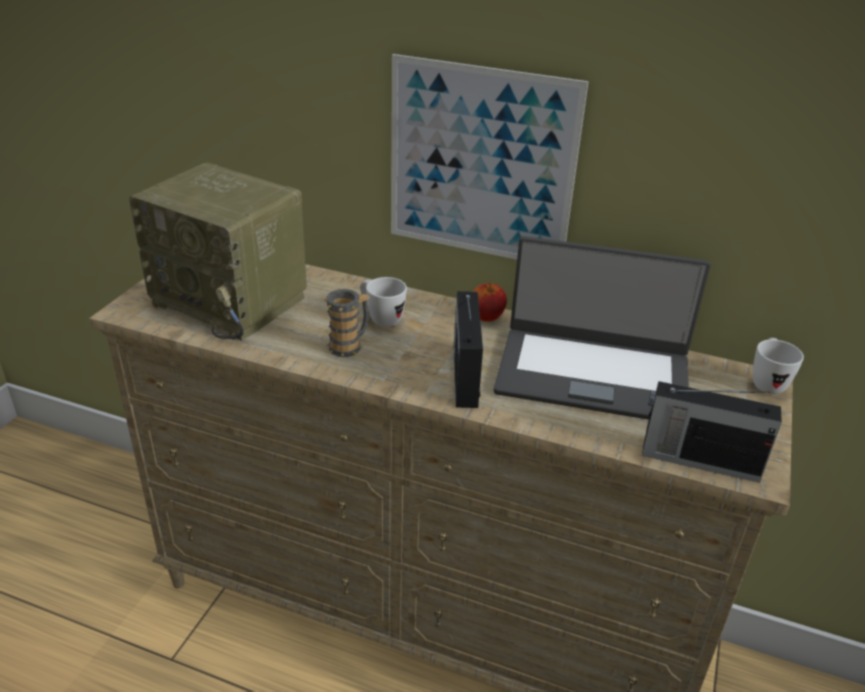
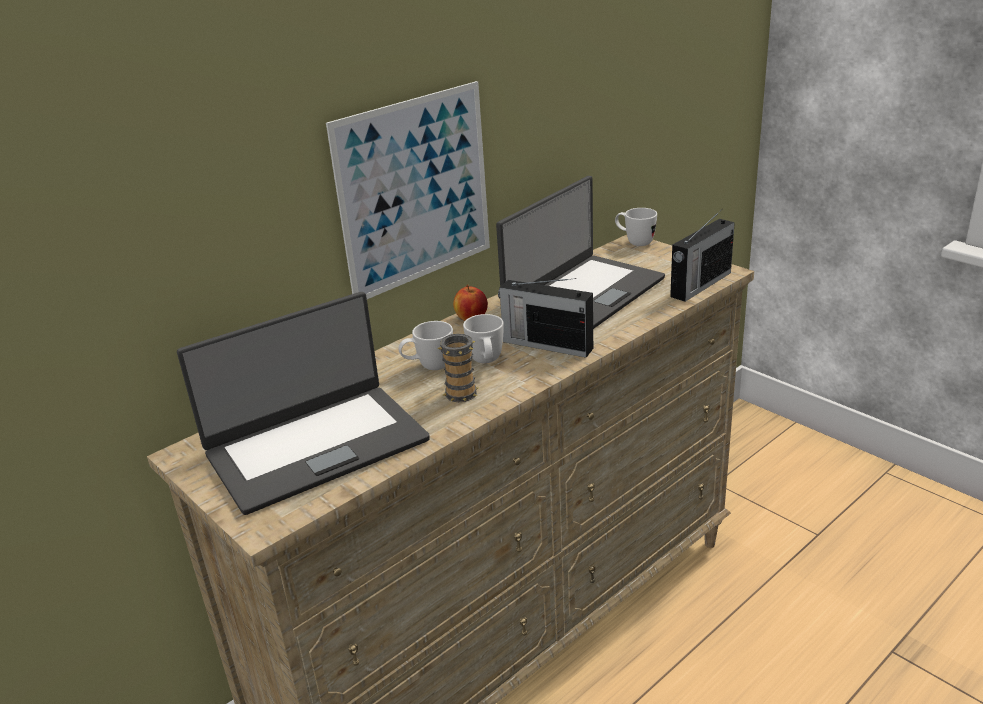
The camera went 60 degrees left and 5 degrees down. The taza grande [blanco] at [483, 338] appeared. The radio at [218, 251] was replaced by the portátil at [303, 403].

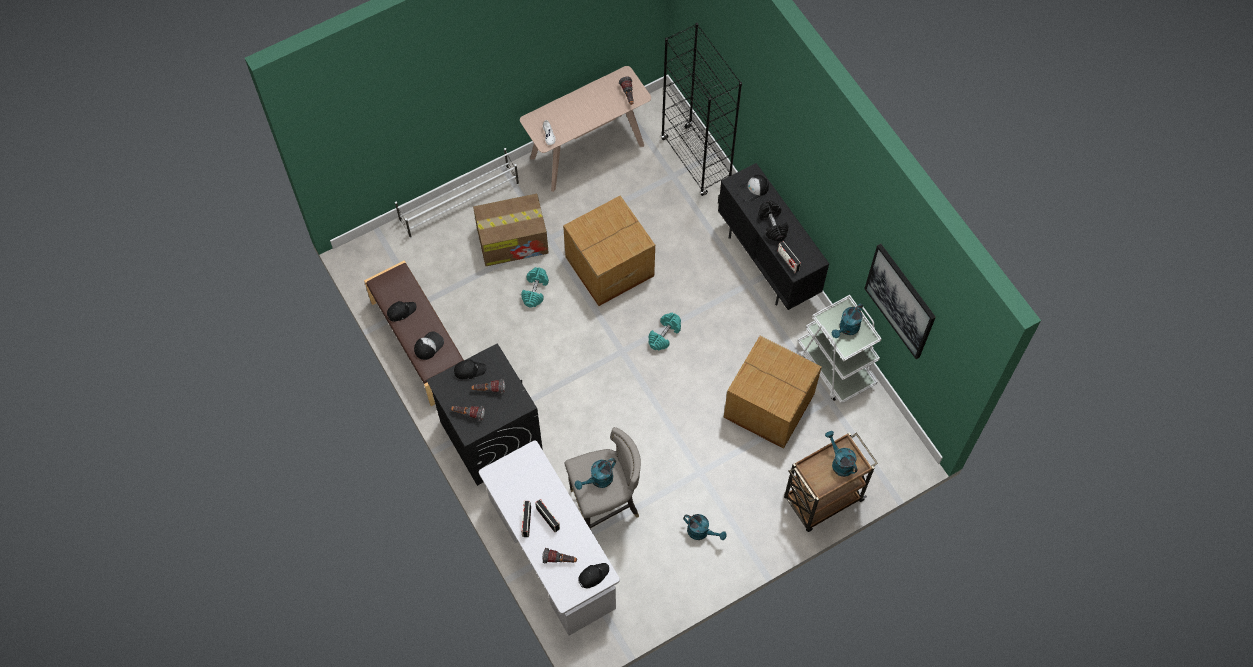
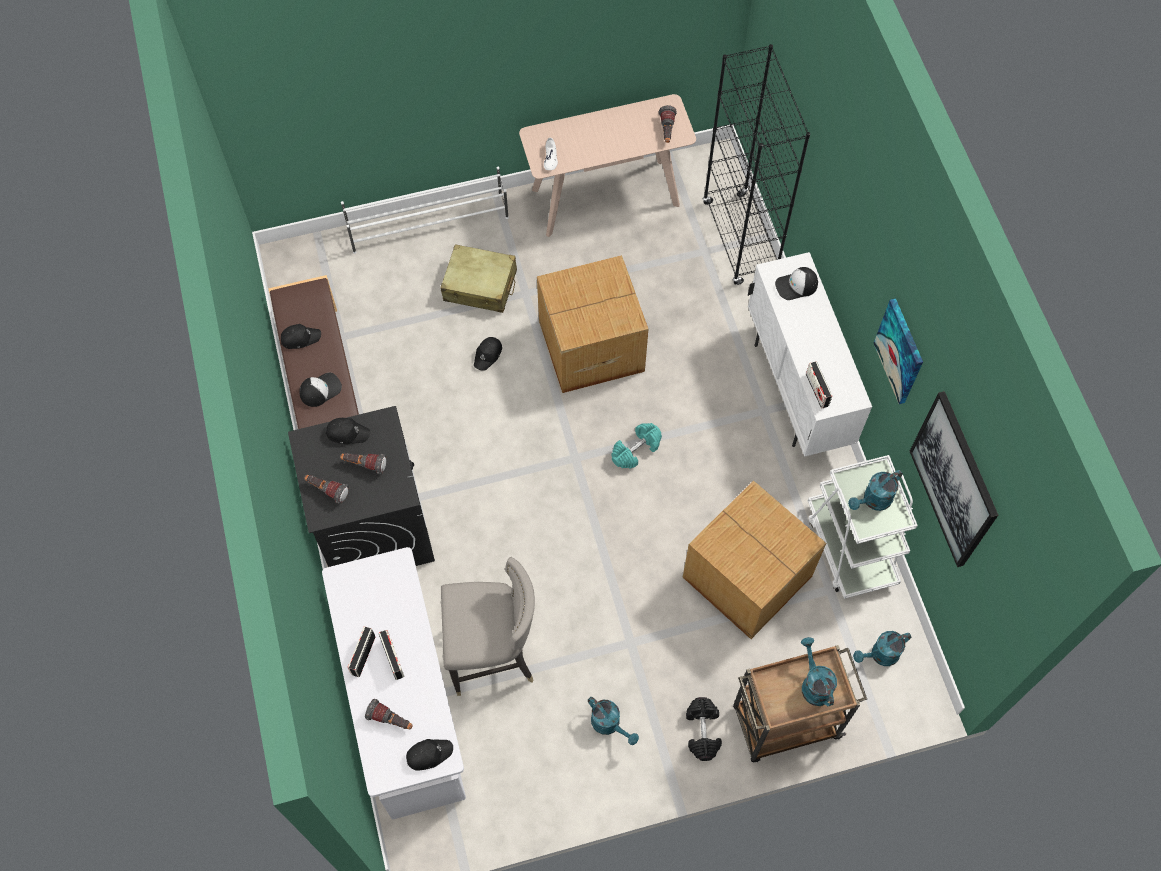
The camera went 15 degrees right and 0 degrees up. The cuadro at [898, 351] appeared. The regadera [turquesa] moved from [595, 474] to [882, 648]. The mancuerna [negro] moved from [773, 221] to [704, 729]. The caja de cartón at [511, 230] was replaced by the maleta [beis] at [478, 278]. The mancuerna [turquesa] at [535, 287] was replaced by the gorra [negro] at [488, 354]. The armario [negro] at [773, 236] became the armario [blanco] at [810, 354].

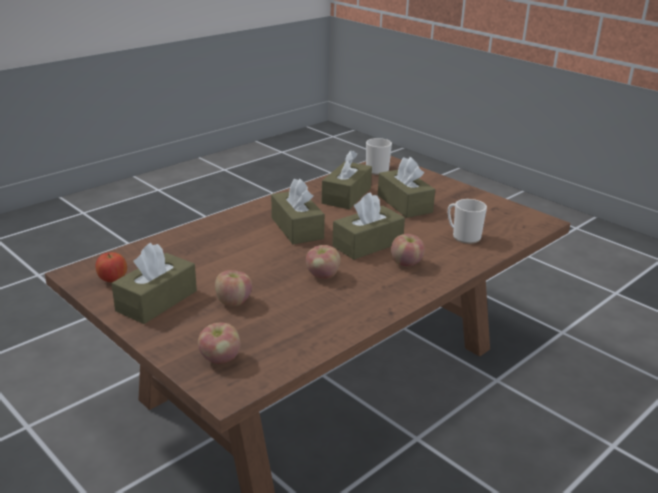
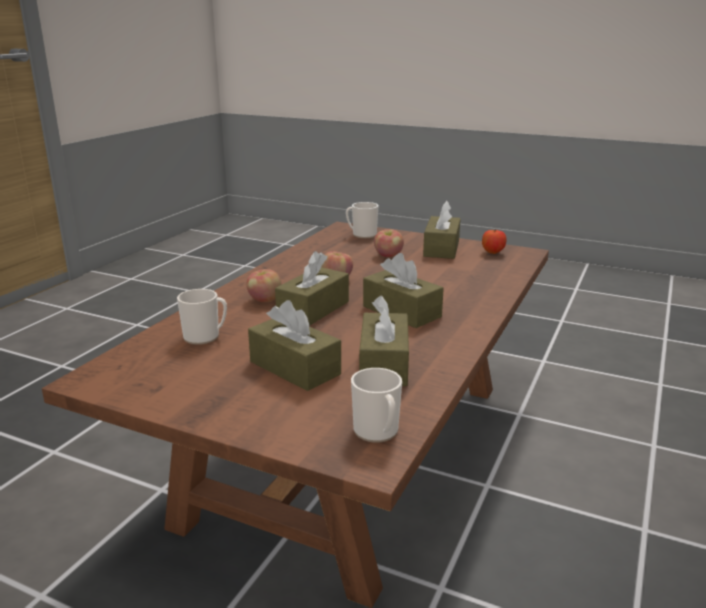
The camera went 160 degrees right and 5 degrees down. The manzana at [219, 343] was replaced by the taza grande at [362, 220].

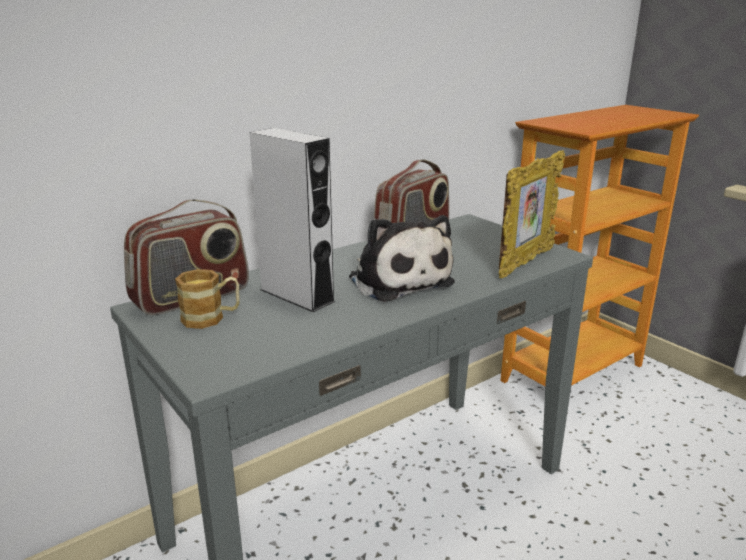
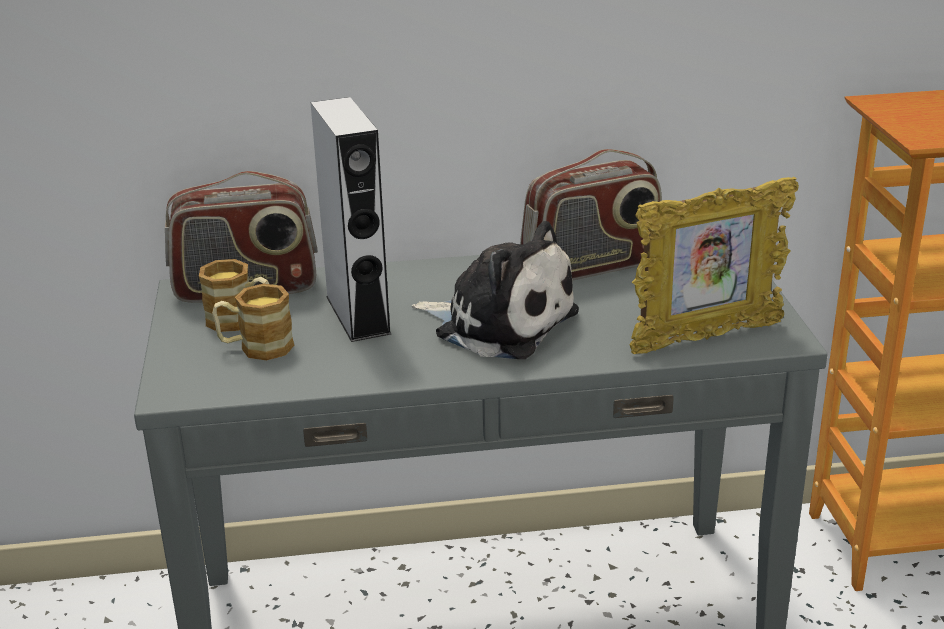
The camera went 30 degrees right and 5 degrees up. The taza grande at [253, 321] appeared. The peluche at [402, 258] turned 60 degrees counterclockwise.

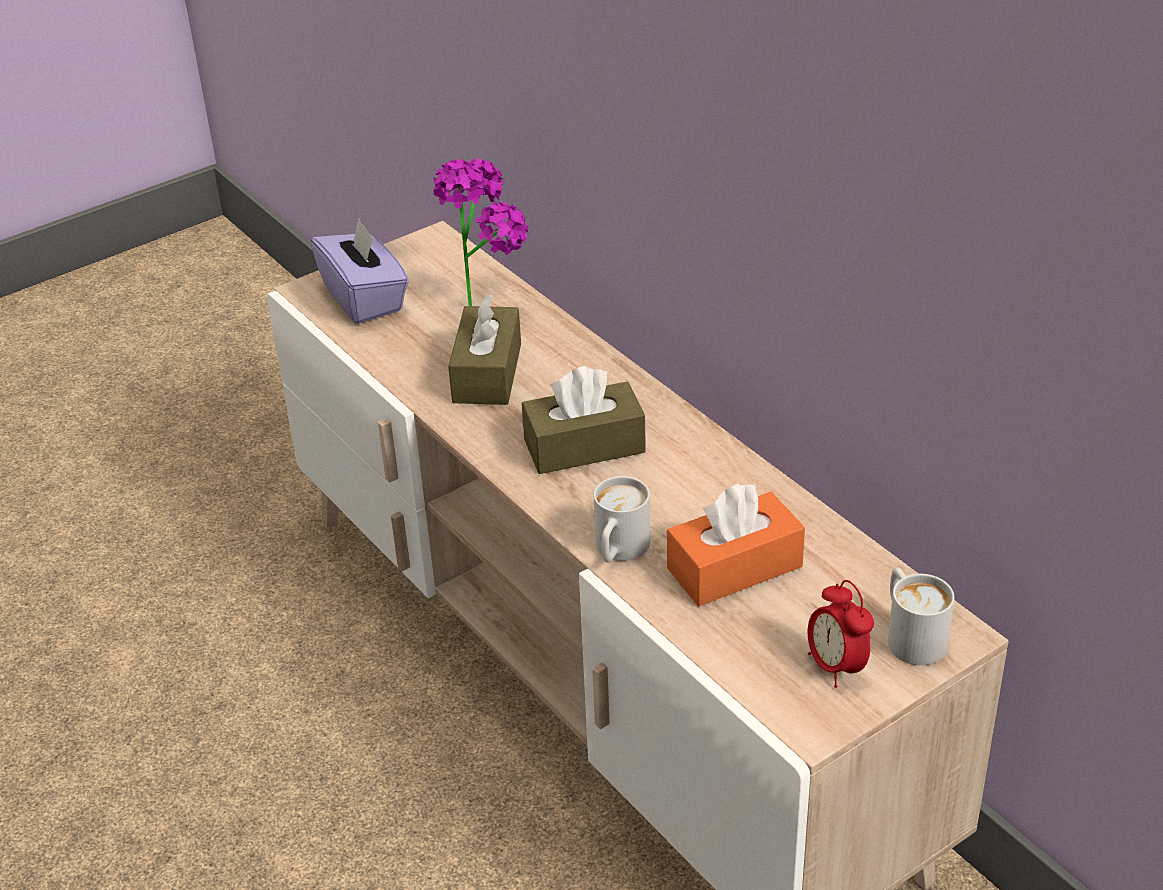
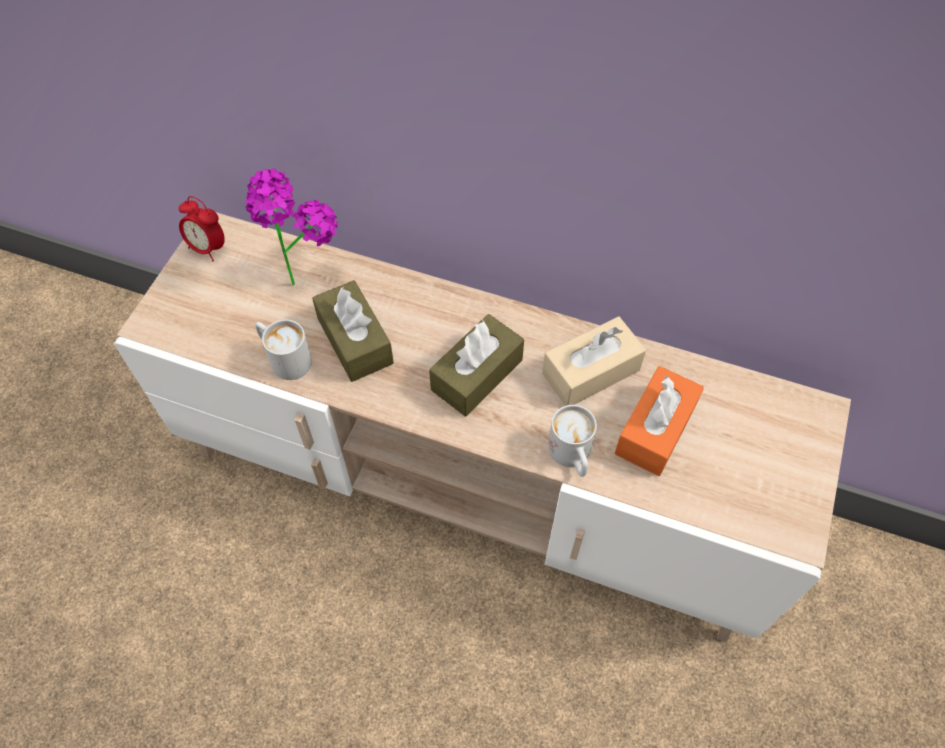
The camera went 35 degrees left and 20 degrees up. The caja de pañuelos [morado] at [360, 271] disappeared. The caja de pañuelos [beis] at [594, 361] appeared. The despertador moved from [841, 634] to [202, 228]. The taza grande [blanco] moved from [921, 616] to [283, 350].

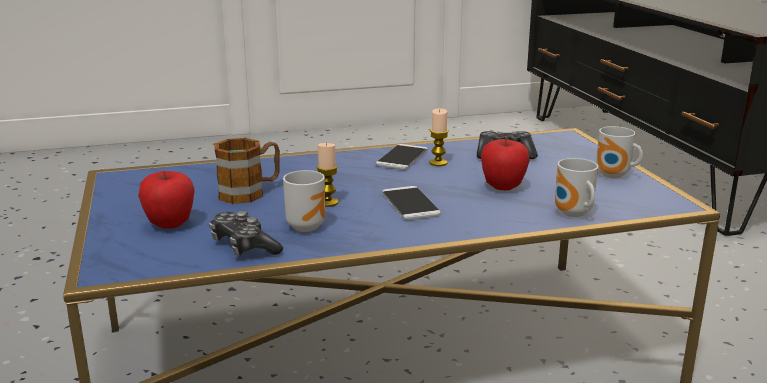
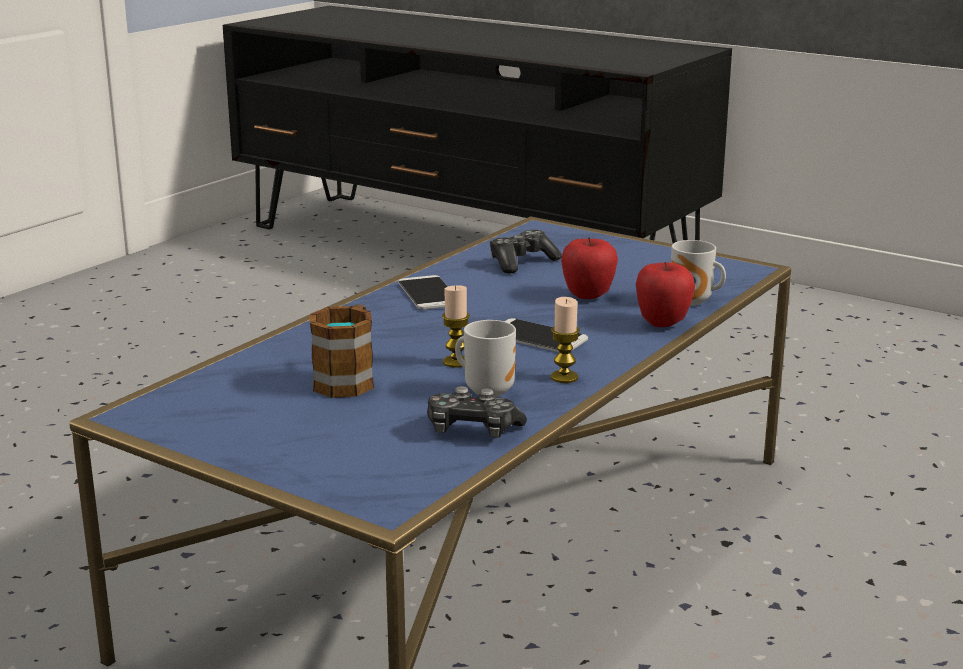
The camera went 40 degrees left and 0 degrees up. The taza grande at [619, 152] disappeared. The manzana moved from [166, 200] to [665, 294]. The vela moved from [439, 137] to [565, 340].

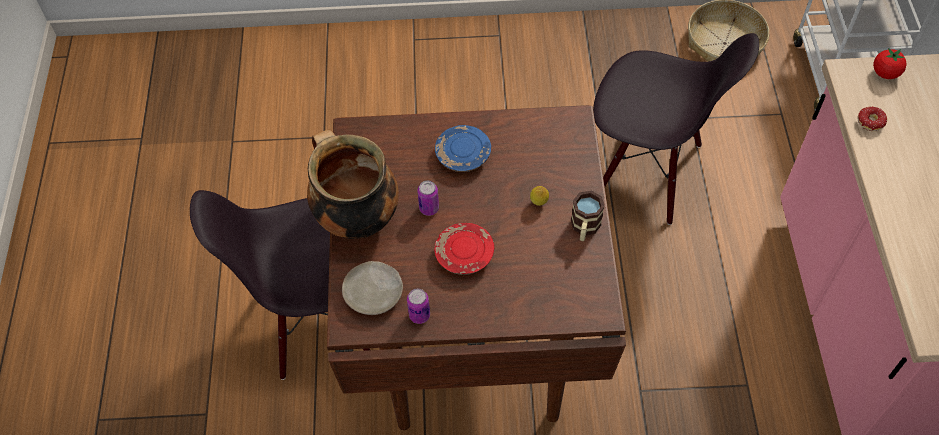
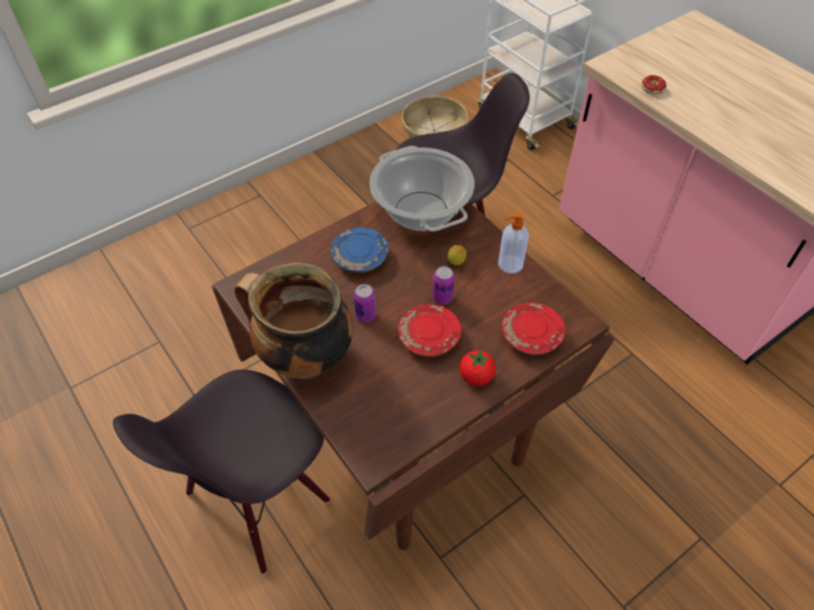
The camera went 35 degrees left and 5 degrees down. The plato [beis] at [372, 288] disappeared. The olla at [422, 189] appeared. The plato [rojo] at [533, 328] appeared. The lata moved from [418, 306] to [444, 285]. The tomate moved from [889, 63] to [477, 367]. The taza grande at [588, 216] was replaced by the dispensador de jabón at [513, 243].

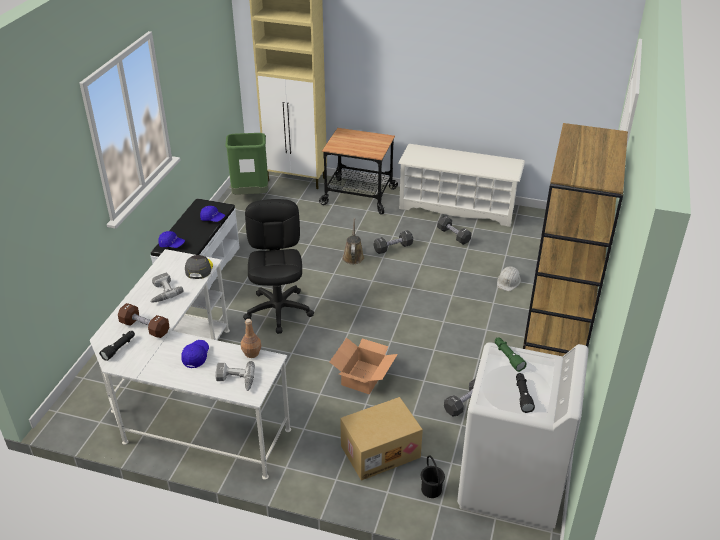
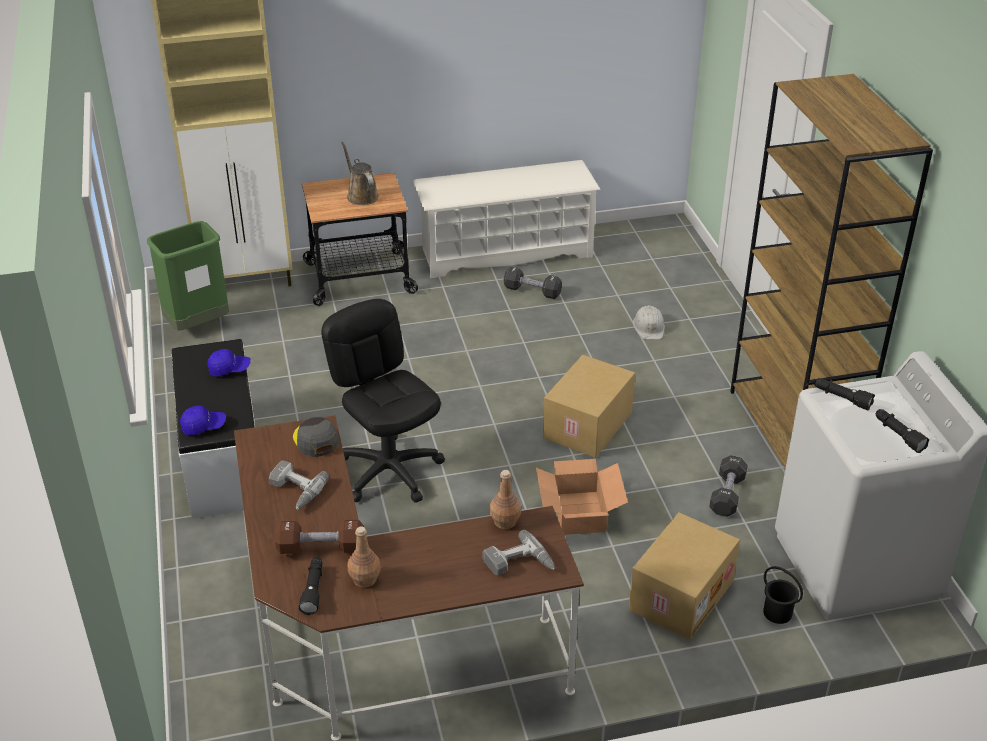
The camera went 30 degrees left and 0 degrees up. The gorra [azul] at [195, 354] disappeared. The mancuerna [negro] at [393, 242] disappeared. The botella [marrón] at [364, 557] appeared. The caja de cartón at [589, 406] appeared. The regadera [marrón] moved from [353, 241] to [360, 173]. The escritorio [blanco] at [190, 364] became the escritorio [marrón] at [409, 578]. The linterna [verde] at [511, 355] became the linterna [negro] at [844, 394].

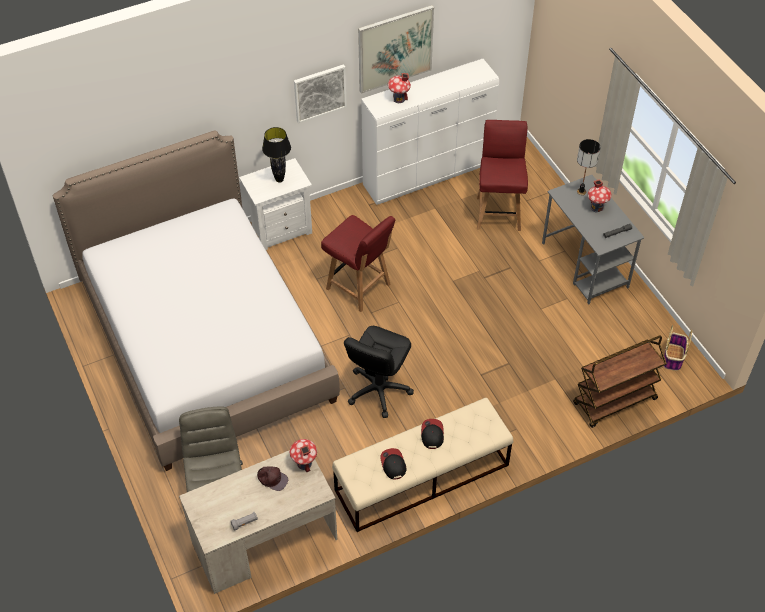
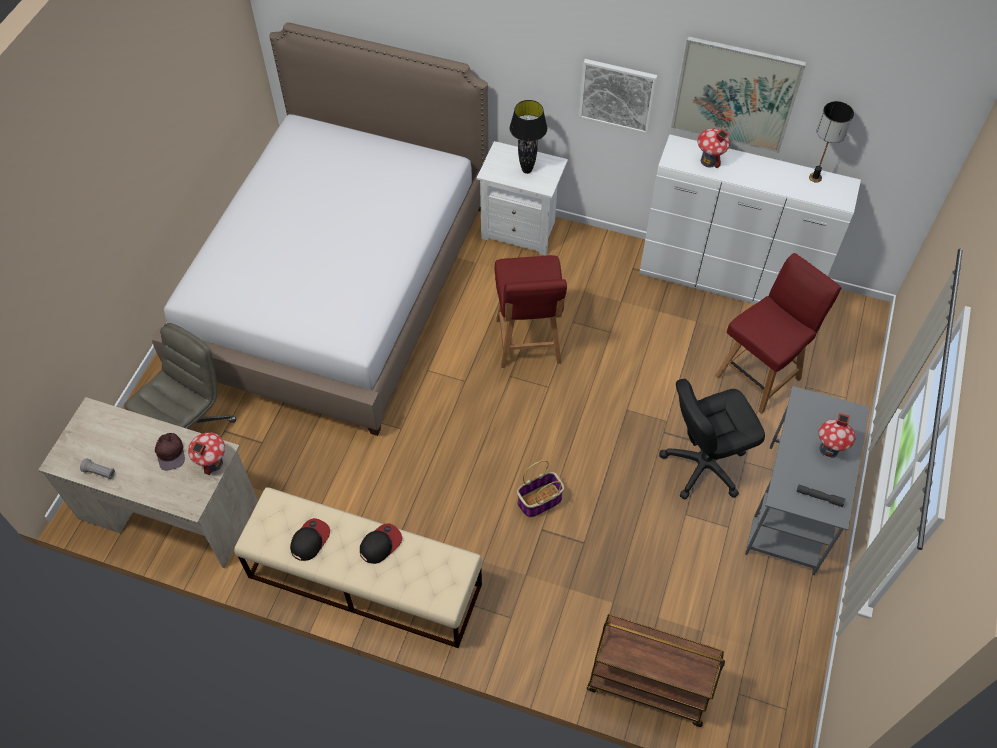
The camera went 45 degrees right and 5 degrees up. The silla de oficina [negro] moved from [379, 372] to [712, 439]. The lámpara de mesa moved from [588, 167] to [831, 142]. The cesta moved from [678, 348] to [540, 489].

